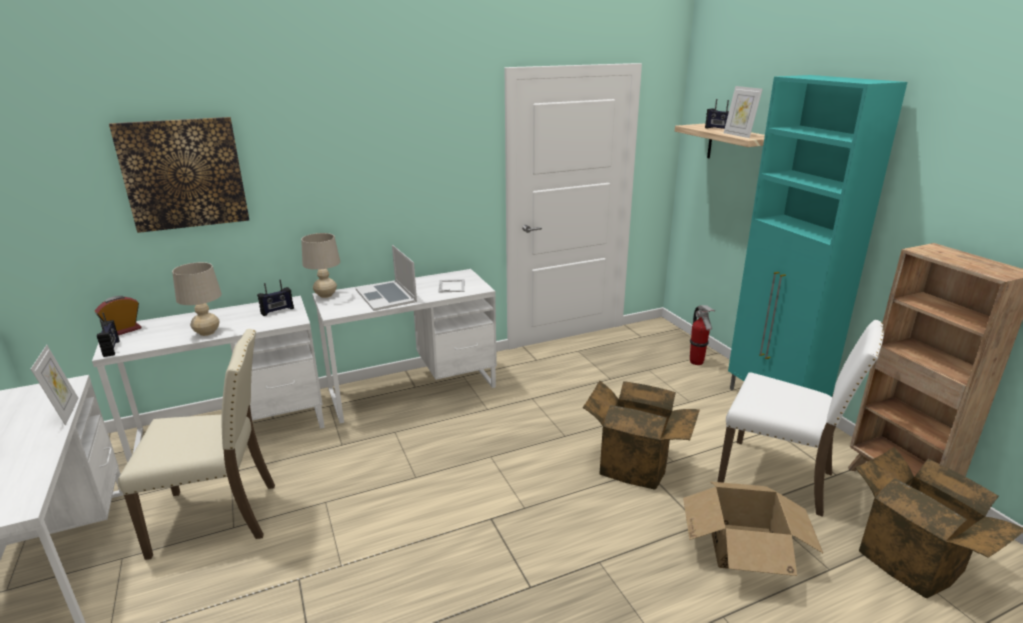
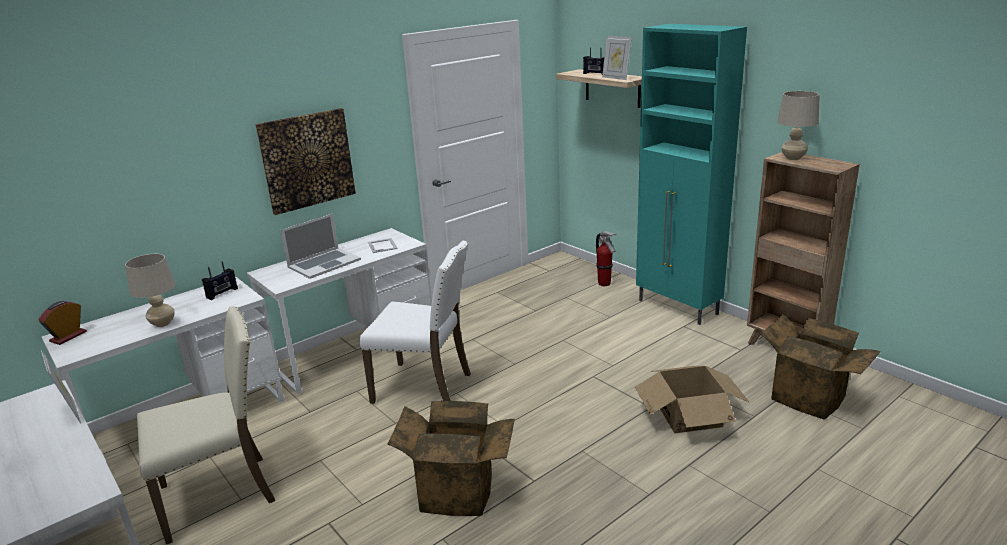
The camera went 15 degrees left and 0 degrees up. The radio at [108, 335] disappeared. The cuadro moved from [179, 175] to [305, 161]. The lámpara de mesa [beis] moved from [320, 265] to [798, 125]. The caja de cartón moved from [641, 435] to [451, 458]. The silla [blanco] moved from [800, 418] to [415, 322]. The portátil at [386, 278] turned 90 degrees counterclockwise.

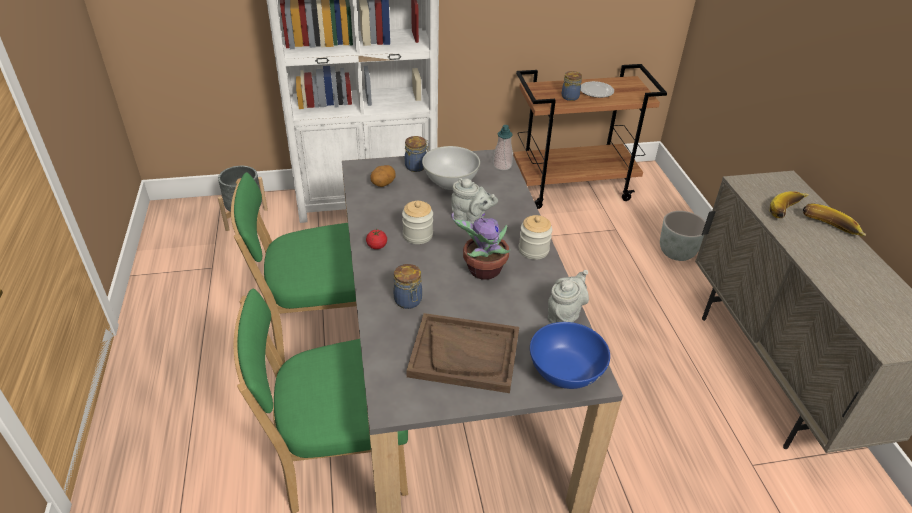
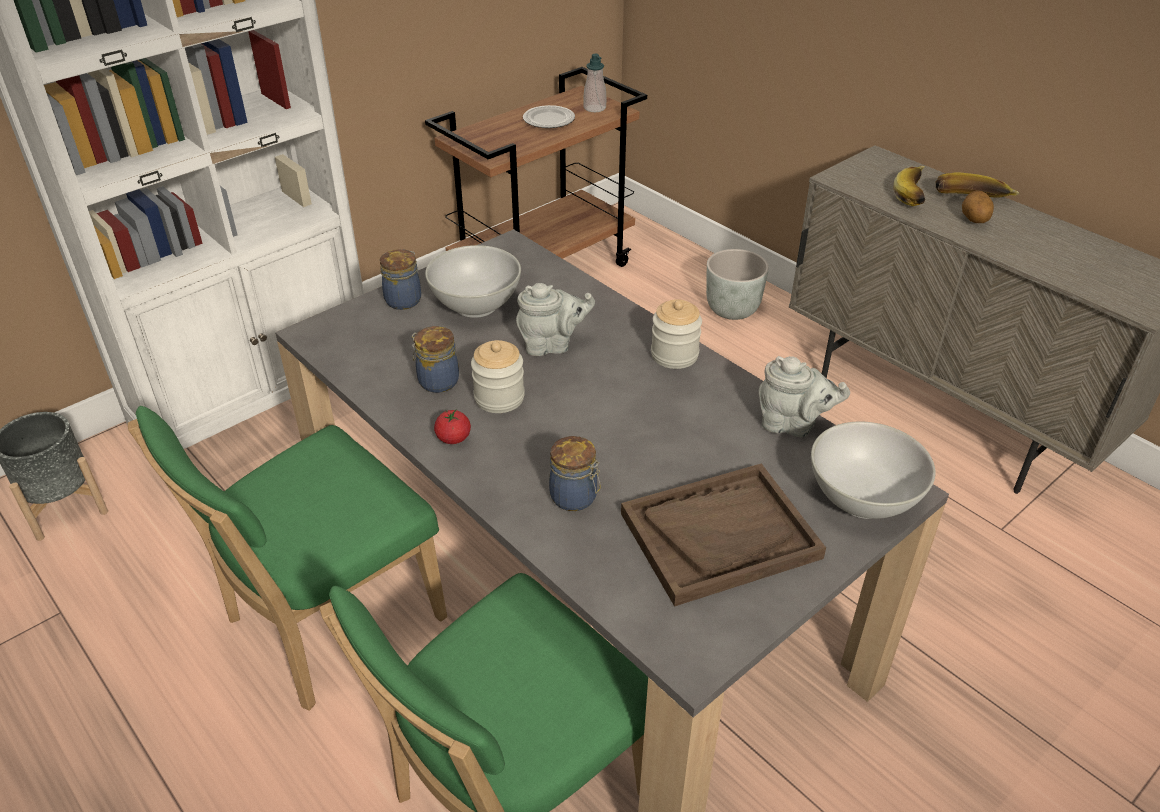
The camera went 30 degrees left and 0 degrees up. The planta en maceta at [481, 246] disappeared. The patata moved from [383, 176] to [978, 207]. The dispensador de jabón moved from [503, 147] to [594, 83]. The tarro moved from [572, 86] to [435, 359]. The cuenco [azul] at [570, 355] became the cuenco [blanco] at [873, 470]. The tetera [gris] at [568, 296] turned 105 degrees clockwise.

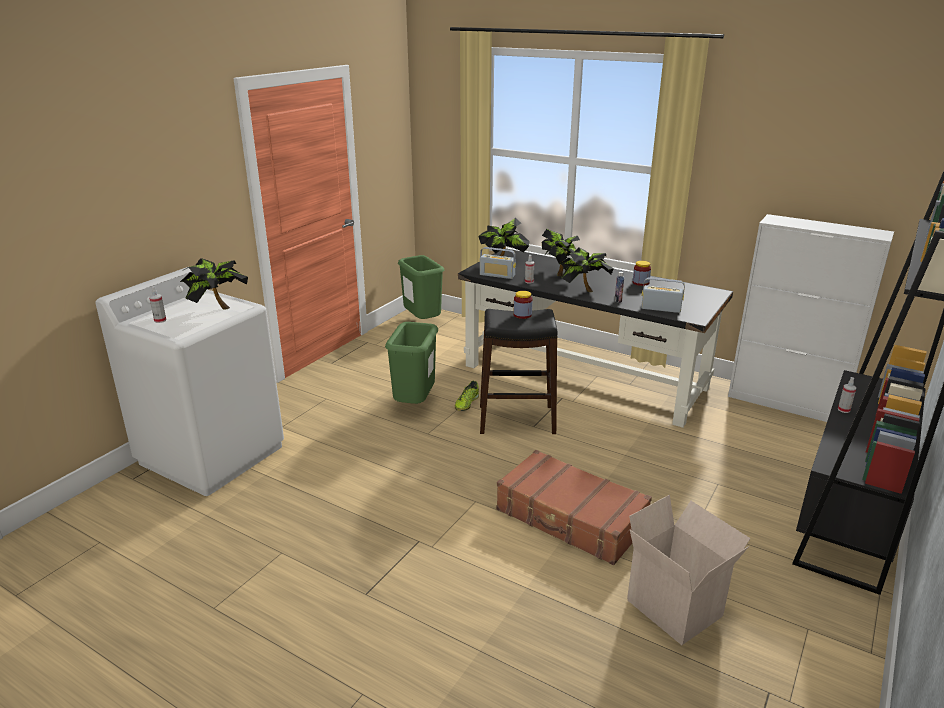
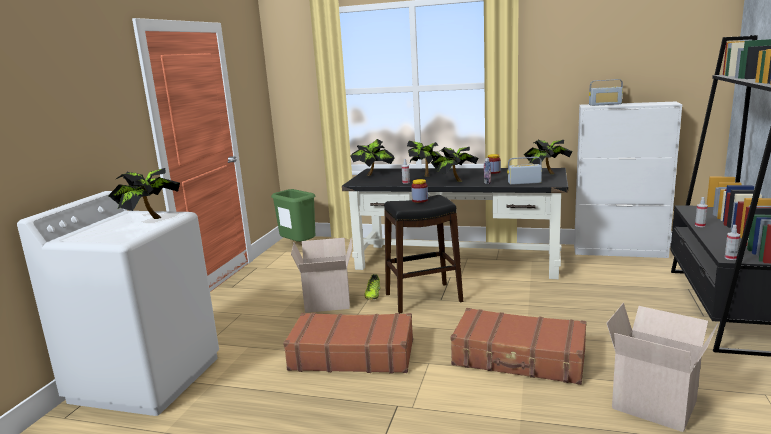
The camera went 15 degrees left and 10 degrees down. The maleta [marrón] at [348, 343] appeared. The planta en maceta at [548, 157] appeared. The pulverizador moved from [157, 304] to [732, 242]. The radio moved from [498, 263] to [606, 92]. The papelera [verde] at [411, 363] was replaced by the caja de cartón at [321, 275].

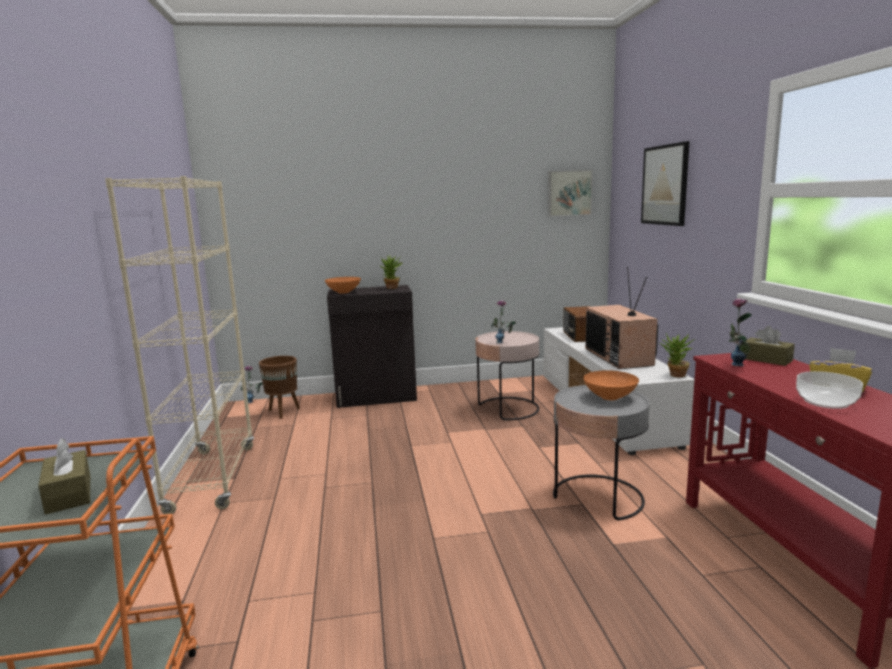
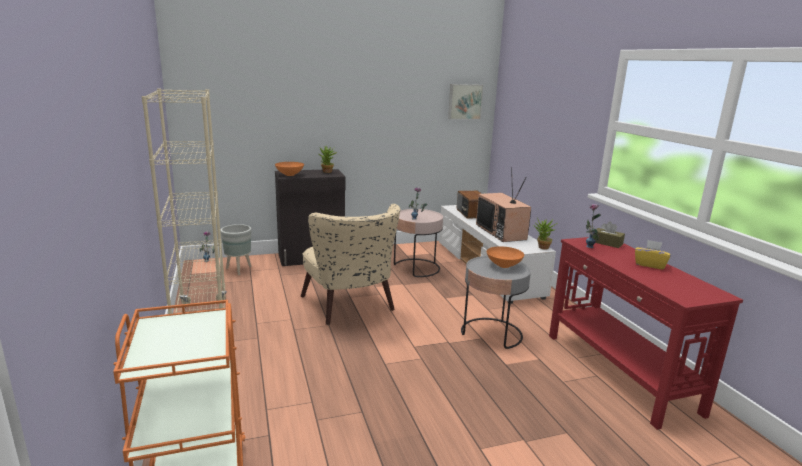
The camera went 10 degrees left and 5 degrees up. The caja de pañuelos [marrón] at [64, 476] disappeared. The cuadro at [665, 183] disappeared. The cuenco at [829, 390] disappeared. The sillón [beis] at [350, 264] appeared. The maceta [marrón] at [279, 387] became the maceta [gris] at [235, 249].

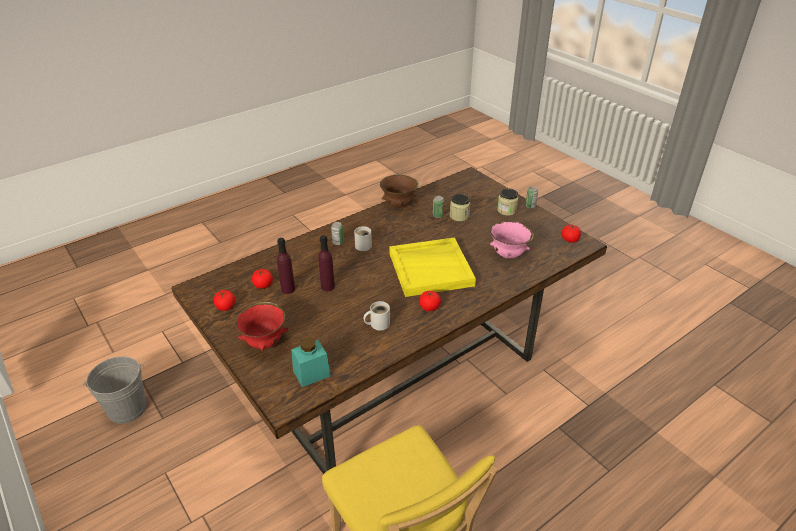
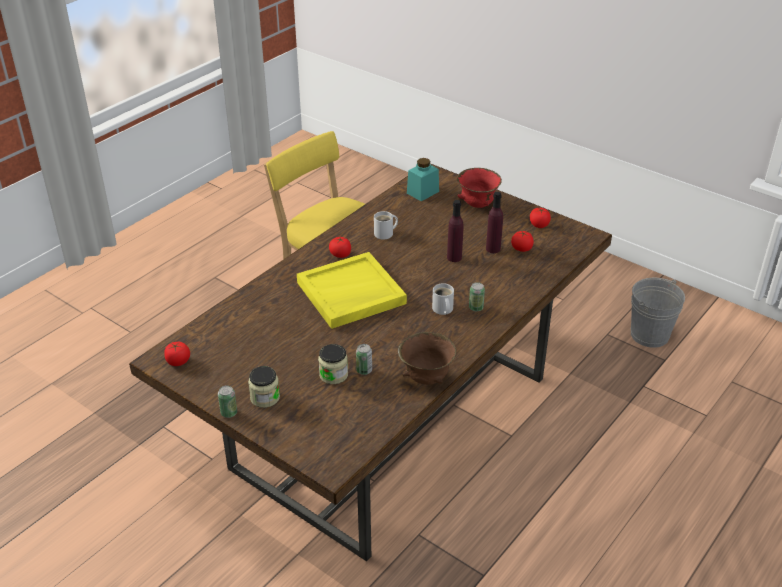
The camera went 165 degrees right and 0 degrees up. The cuenco [rosa] at [512, 240] disappeared.

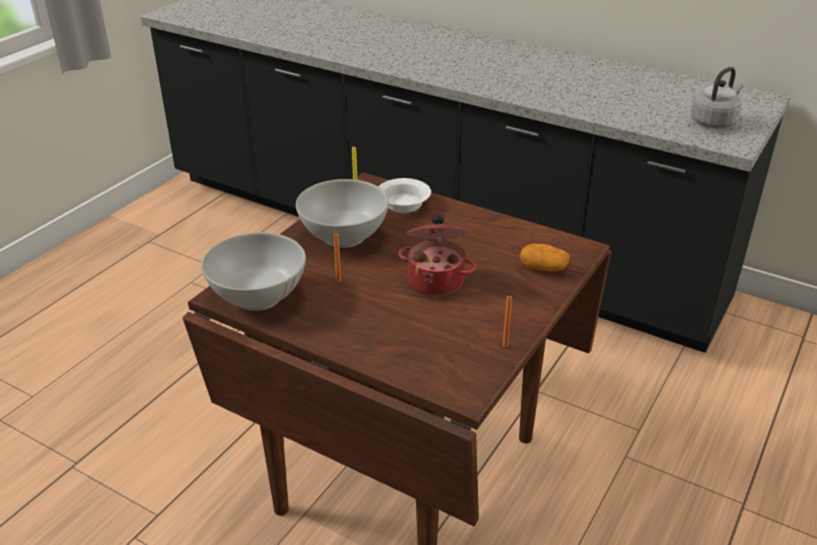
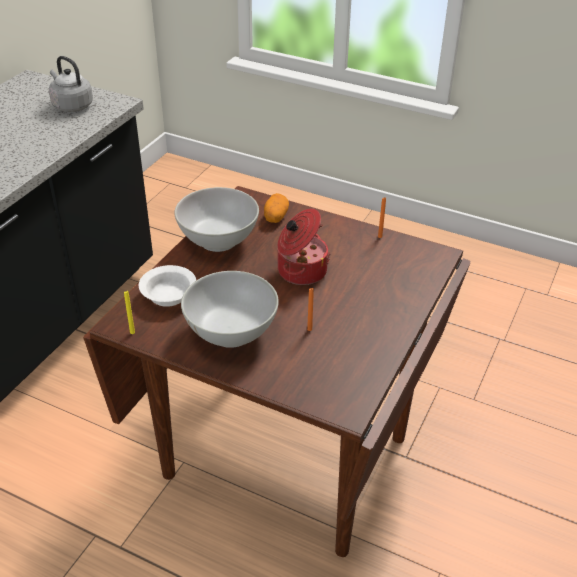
The camera went 95 degrees left and 5 degrees up. The cuenco [blanco] moved from [253, 271] to [216, 219].

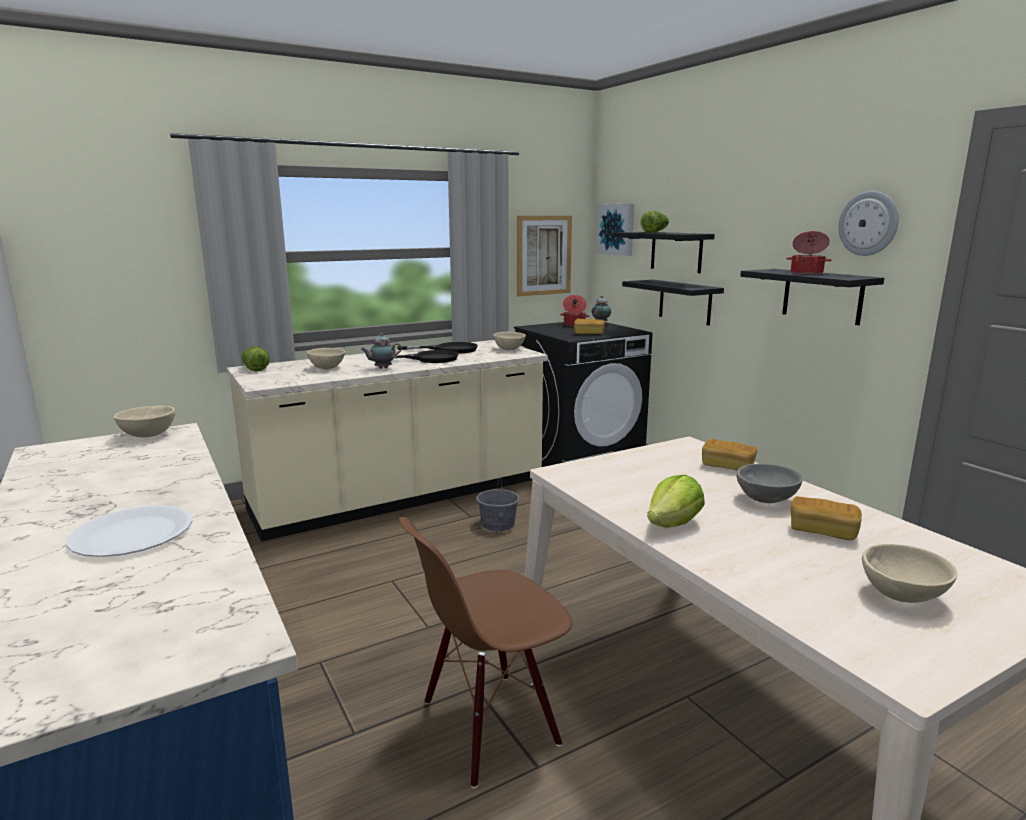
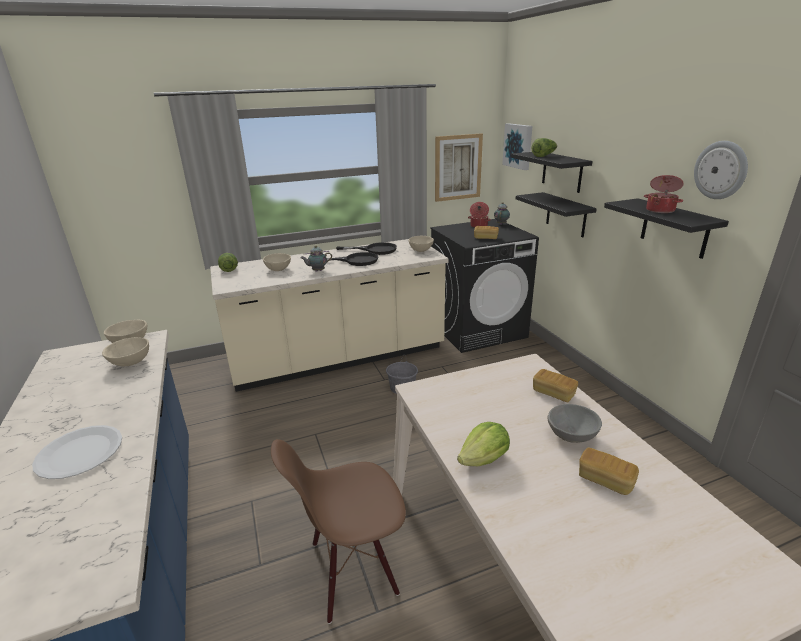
The camera went 10 degrees right and 10 degrees up. The cuenco [beis] moved from [909, 573] to [125, 351].

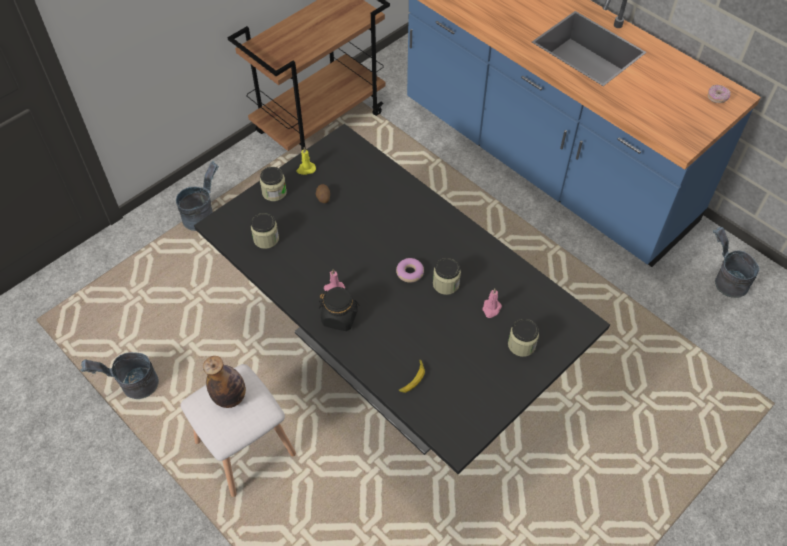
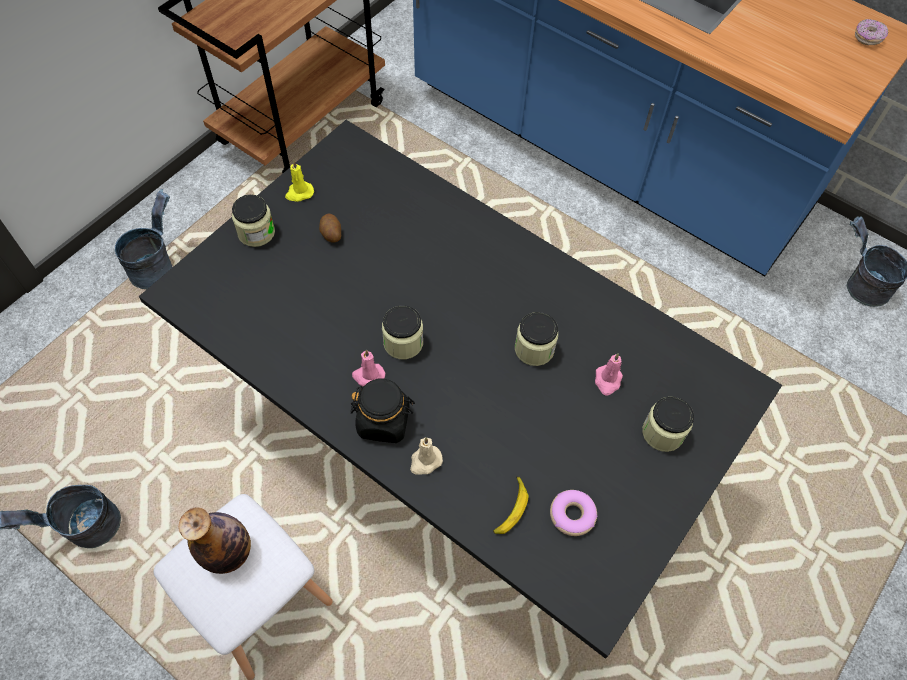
The camera went 10 degrees left and 5 degrees up. The vela [beis] at [426, 456] appeared. The tarro moved from [265, 231] to [402, 332]. The rosquilla moved from [410, 270] to [573, 513].

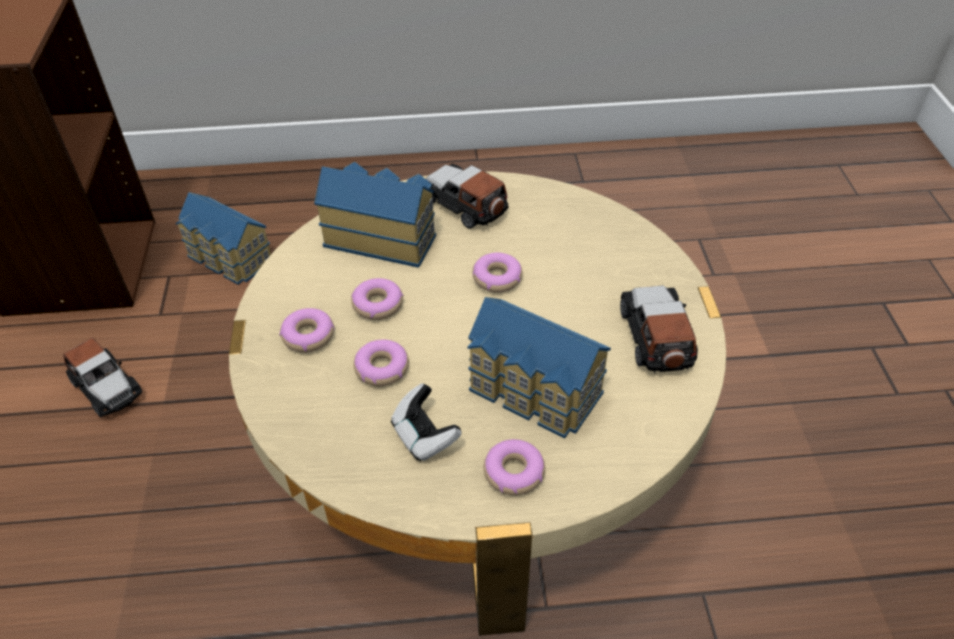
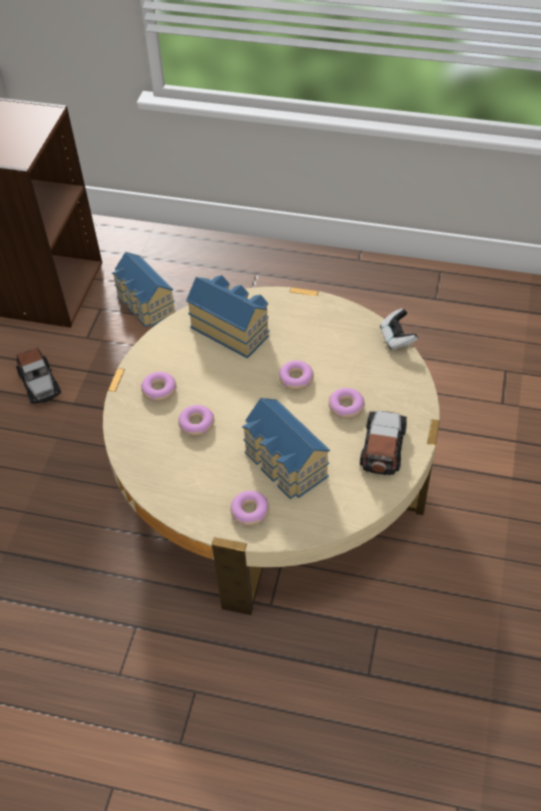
The camera went 20 degrees right and 5 degrees up. The coche de juguete at [467, 196] disappeared. The rosquilla moved from [377, 299] to [347, 403]. The mando de consola moved from [426, 422] to [399, 329].

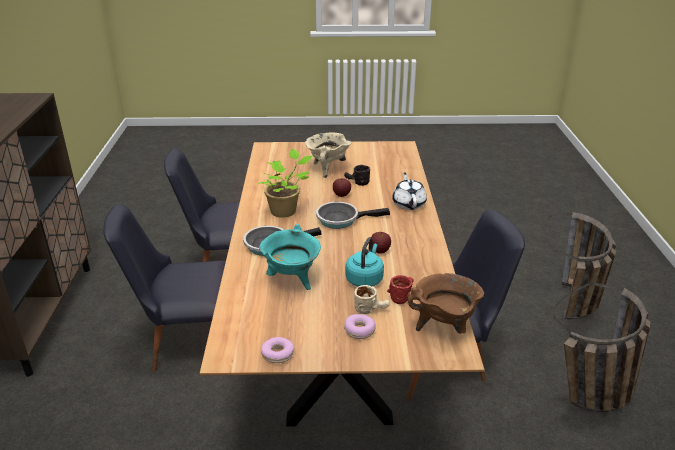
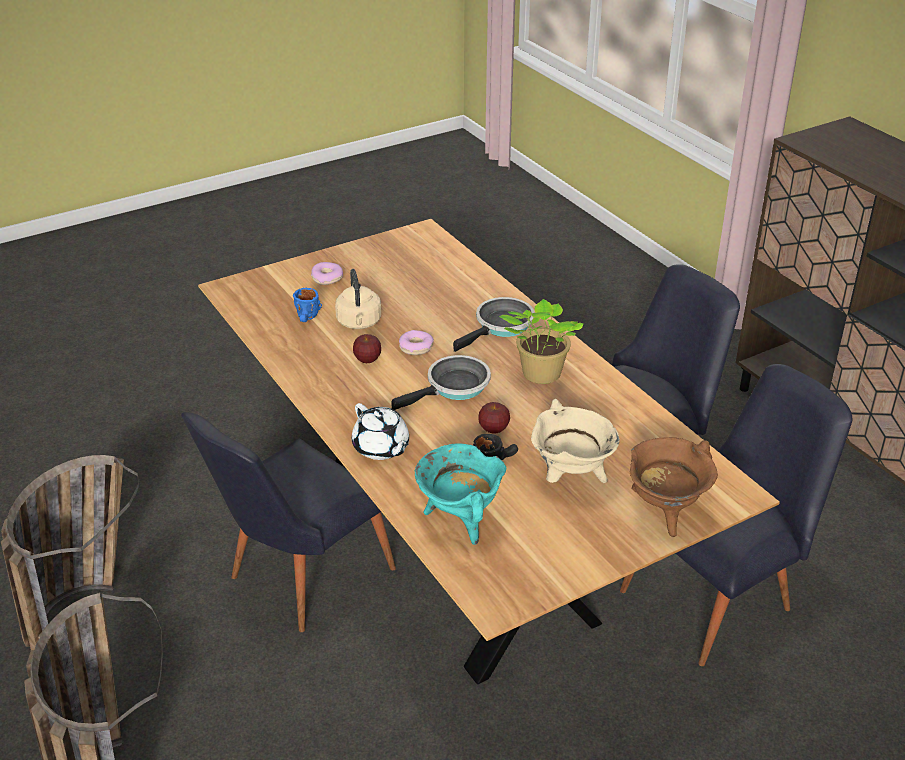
The camera went 150 degrees right and 5 degrees up. The taza grande [beis] at [372, 299] disappeared. The olla [turquesa] moved from [290, 257] to [460, 494]. The rosquilla moved from [277, 350] to [416, 342]. The olla [marrón] moved from [445, 303] to [674, 487]. The hervidor [turquesa] at [364, 261] became the hervidor [beis] at [358, 299]. The taza grande [rojo] at [400, 289] became the taza grande [azul] at [307, 305].

